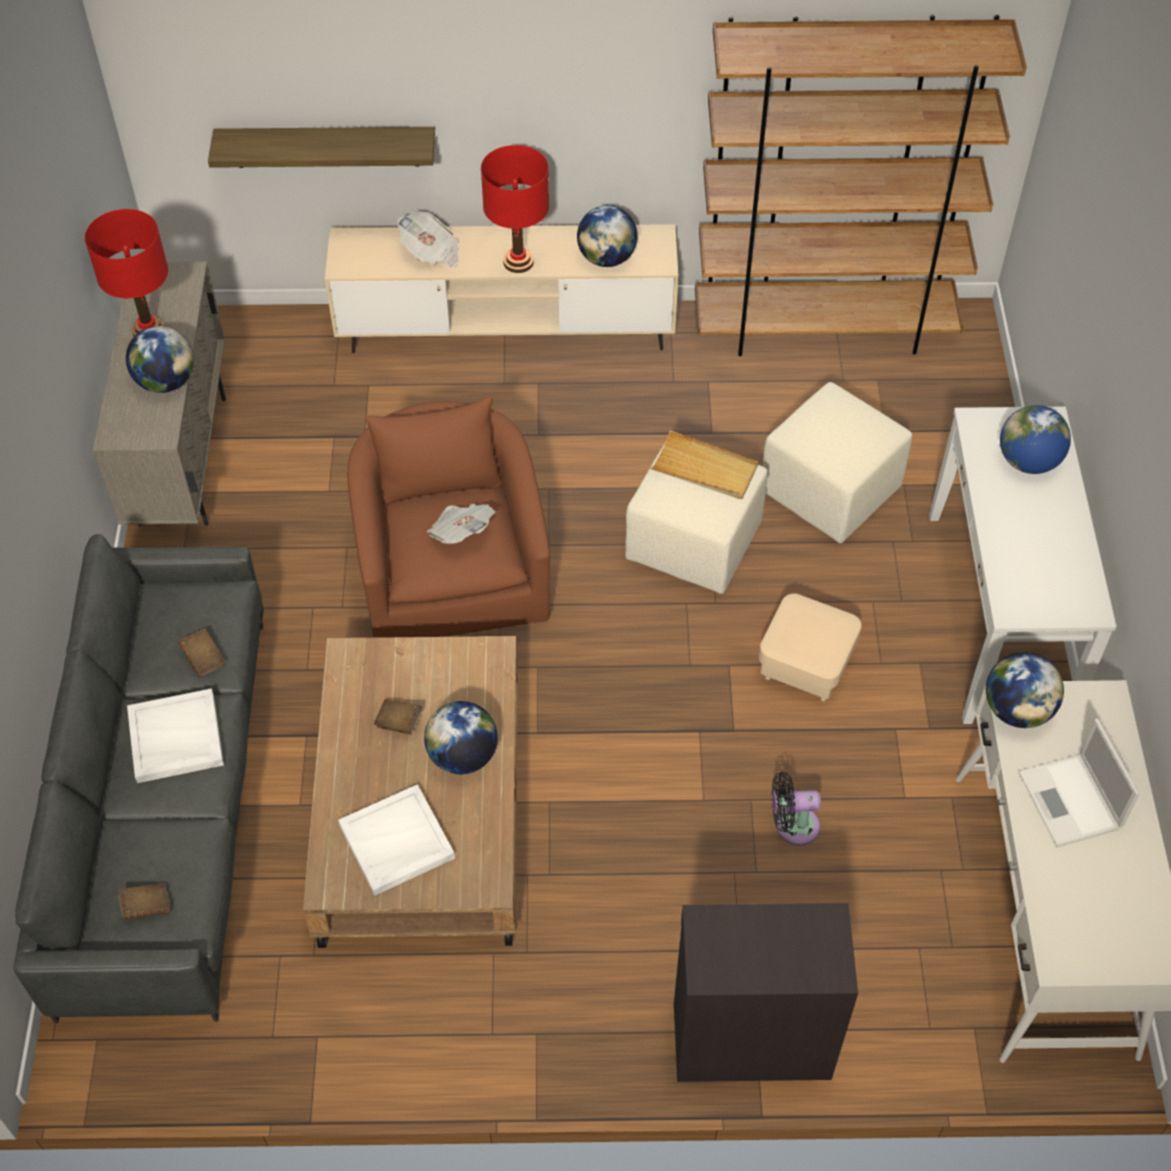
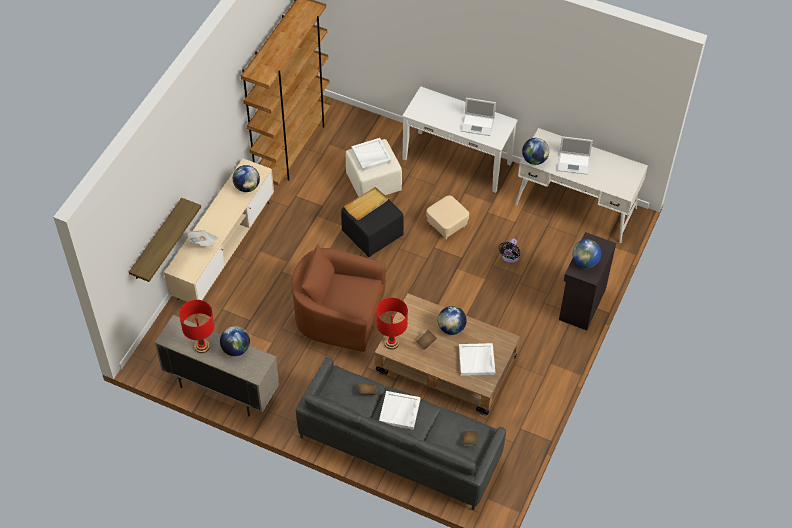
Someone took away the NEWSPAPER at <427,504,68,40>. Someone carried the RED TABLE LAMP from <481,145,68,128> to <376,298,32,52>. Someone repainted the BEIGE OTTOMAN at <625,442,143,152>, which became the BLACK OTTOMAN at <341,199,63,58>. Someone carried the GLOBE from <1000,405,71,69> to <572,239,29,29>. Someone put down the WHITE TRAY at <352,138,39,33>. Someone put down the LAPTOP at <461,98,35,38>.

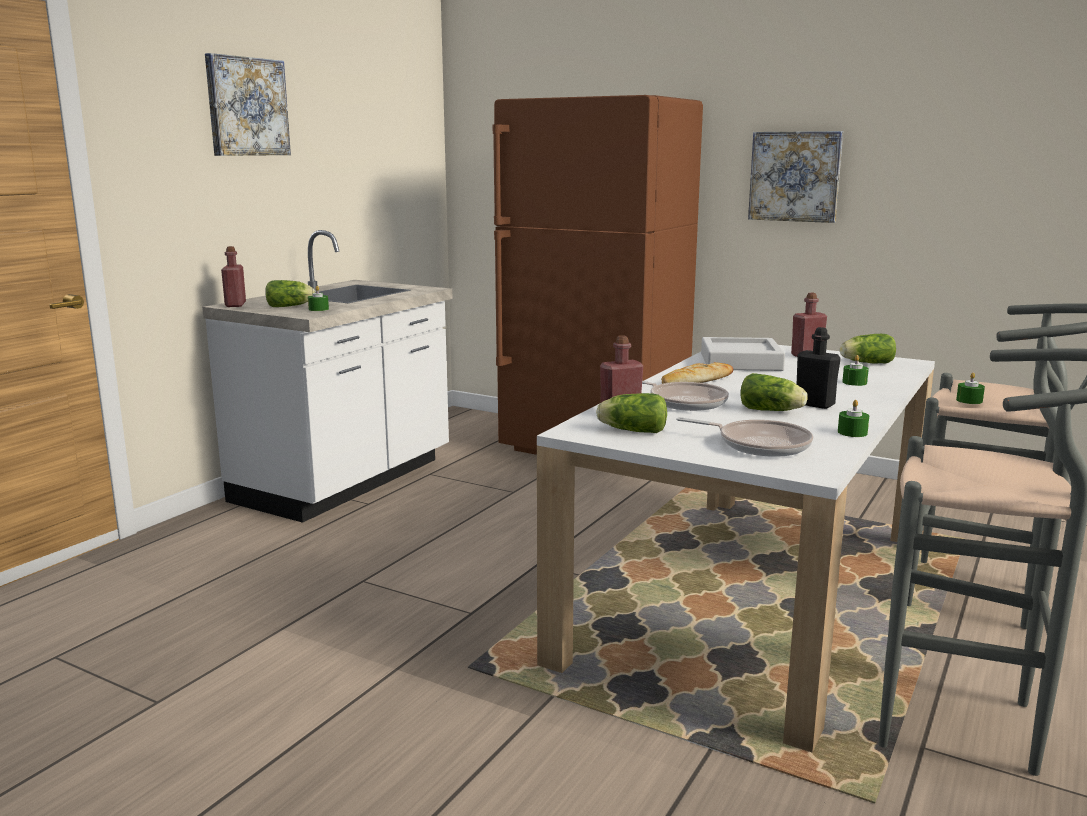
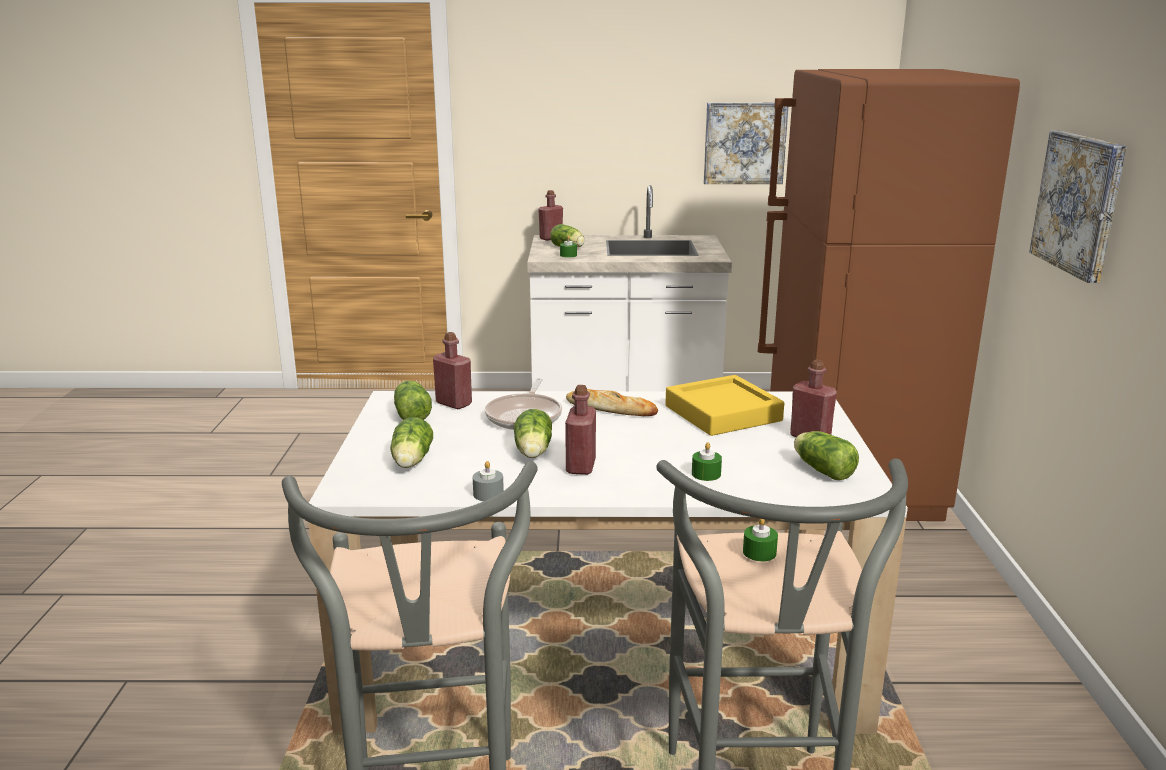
Someone carried the PICTURE from <205,53,86,103> to <704,102,84,82>. Someone swapped the FRYING PAN at <676,417,138,40> for the LETTUCE at <390,417,43,51>. Someone repainted the GREY TRAY at <701,337,84,34>, which became the YELLOW TRAY at <665,375,119,61>. Someone repainted the BLACK BOTTLE at <796,327,45,82>, which became the RED BOTTLE at <565,385,31,90>. Someone repainted the GREEN CANDLE at <838,400,31,37>, which became the GREY CANDLE at <472,461,32,40>.

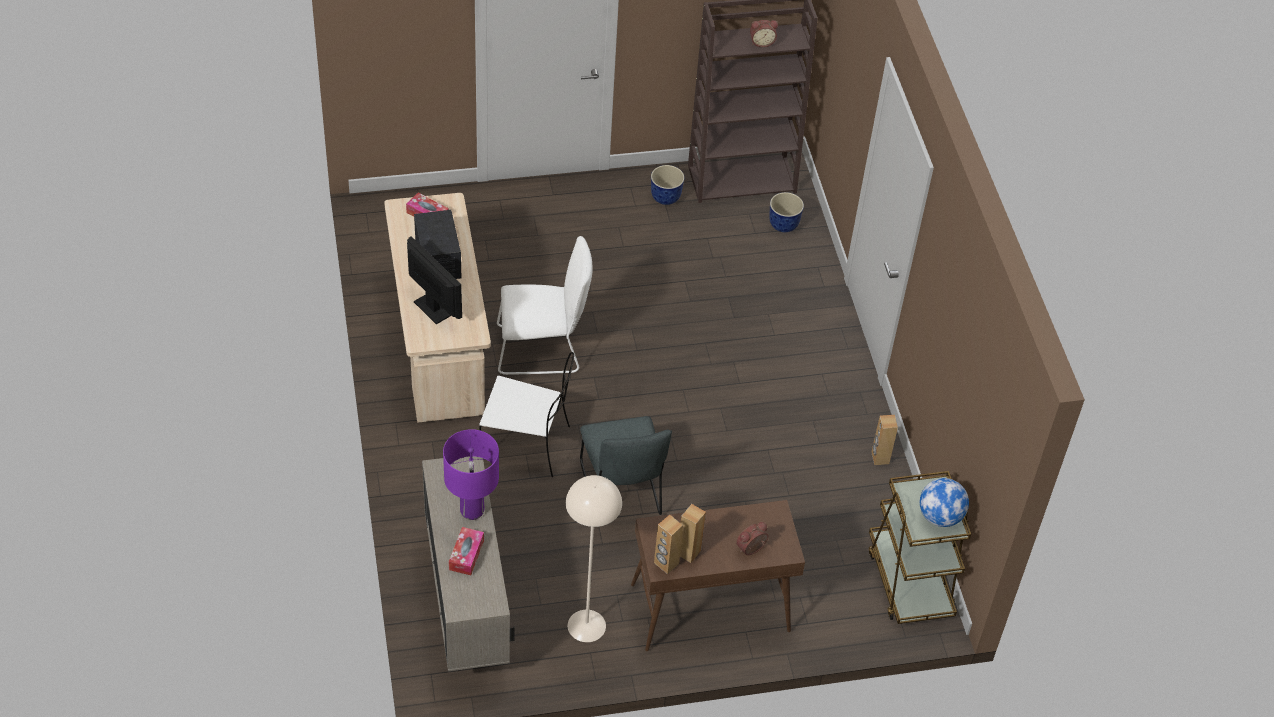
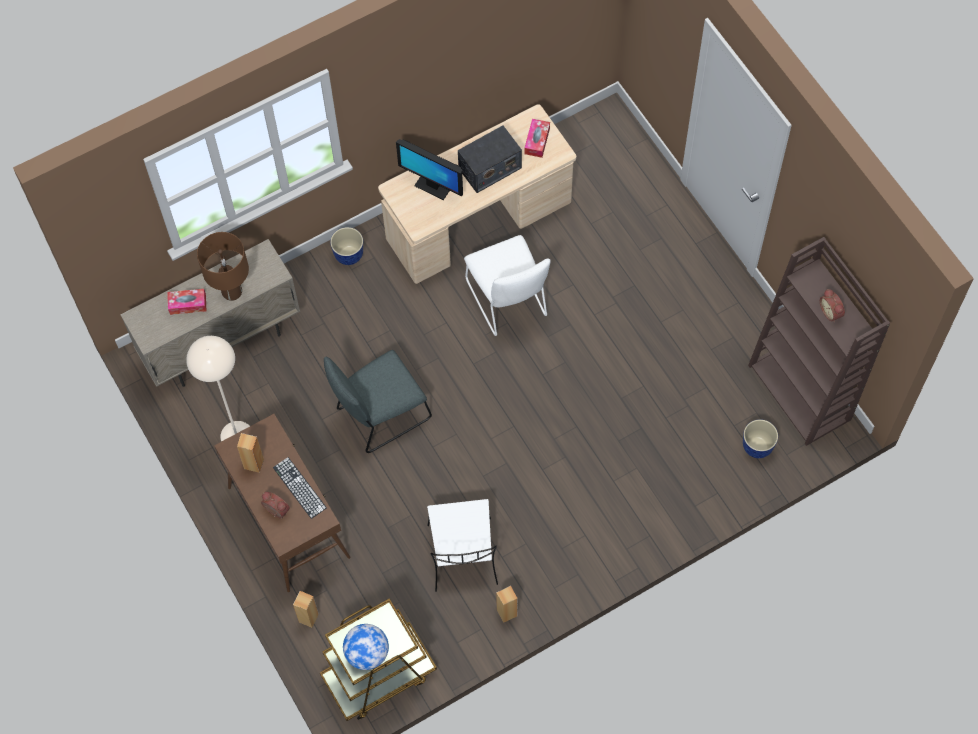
Someone rotated the MONITOR at <407,236,55,88> by 90 degrees clockwise. Someone repainted the PURPLE TABLE LAMP at <443,429,56,91>, which became the BROWN TABLE LAMP at <197,232,52,69>. Someone carried the WHITE CHAIR from <479,352,95,125> to <427,499,71,93>. Someone carried the PLANTER from <651,165,33,40> to <330,227,33,38>. Someone carried the BROWN SPEAKER from <654,515,29,59> to <293,591,26,37>. Someone put down the KEYBOARD at <273,457,54,62>.

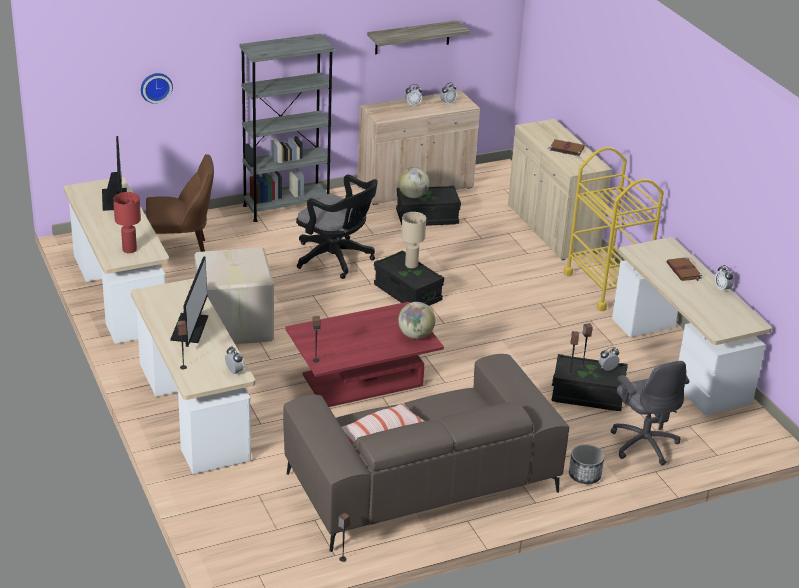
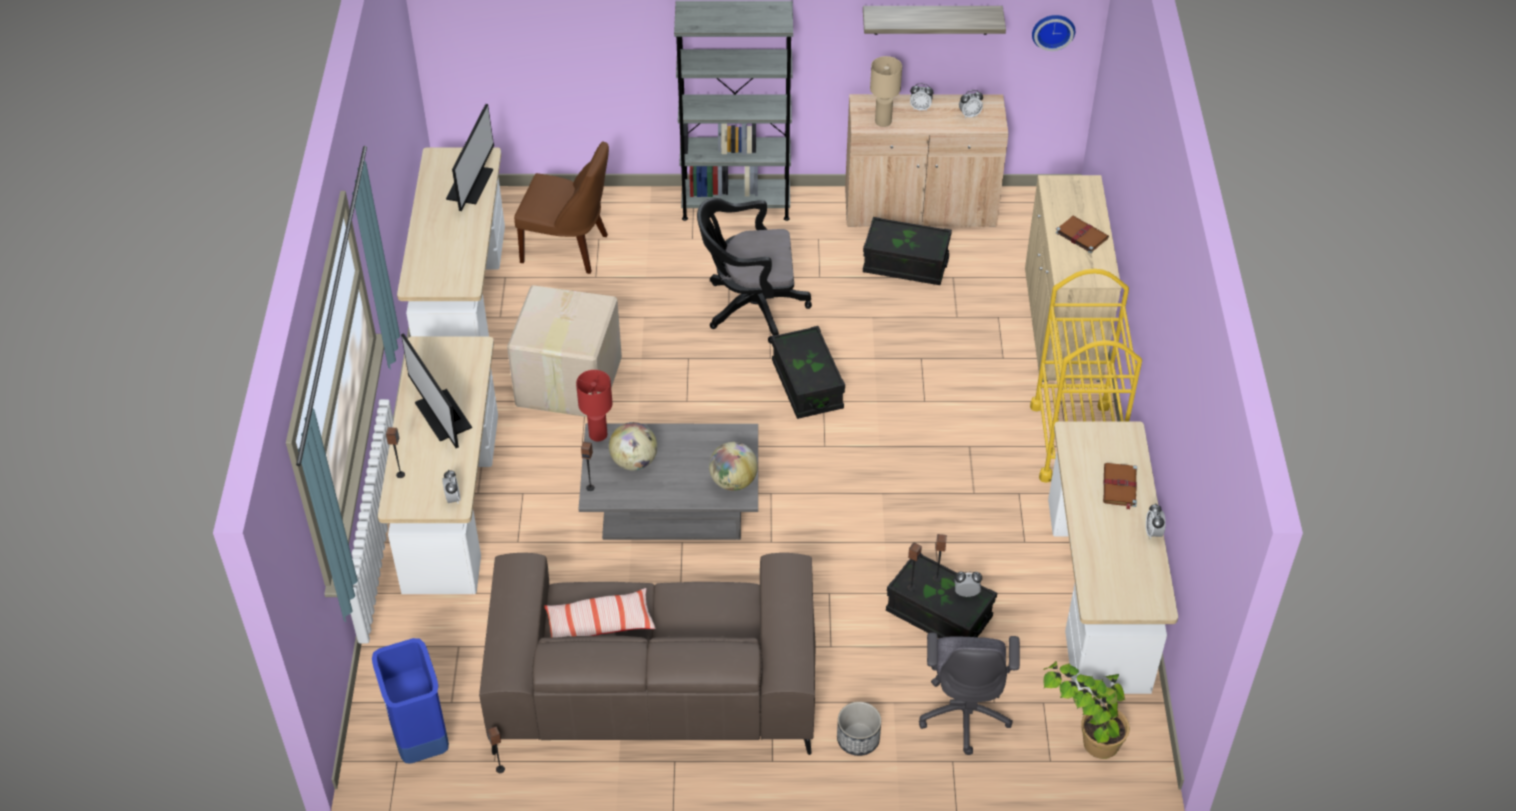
Someone carried the RED TABLE LAMP from <113,192,28,61> to <576,370,36,71>. Someone carried the WALL CLOCK from <141,73,32,31> to <1032,15,43,36>. Someone rotated the MONITOR at <170,256,38,91> by 120 degrees clockwise. Someone repainted the RED COFFEE TABLE at <285,302,159,105>, which became the GREY COFFEE TABLE at <579,424,179,116>. Someone rotated the BLACK OFFICE CHAIR at <296,174,82,105> by 120 degrees clockwise. Someone carried the GLOBE from <398,167,31,31> to <609,422,48,49>. Someone carried the BEIGE TABLE LAMP from <401,212,25,56> to <870,56,32,71>. Someone put down the BLUE TRASH CAN at <372,638,77,125>. Someone put down the POTTED PLANT at <1043,661,87,98>.

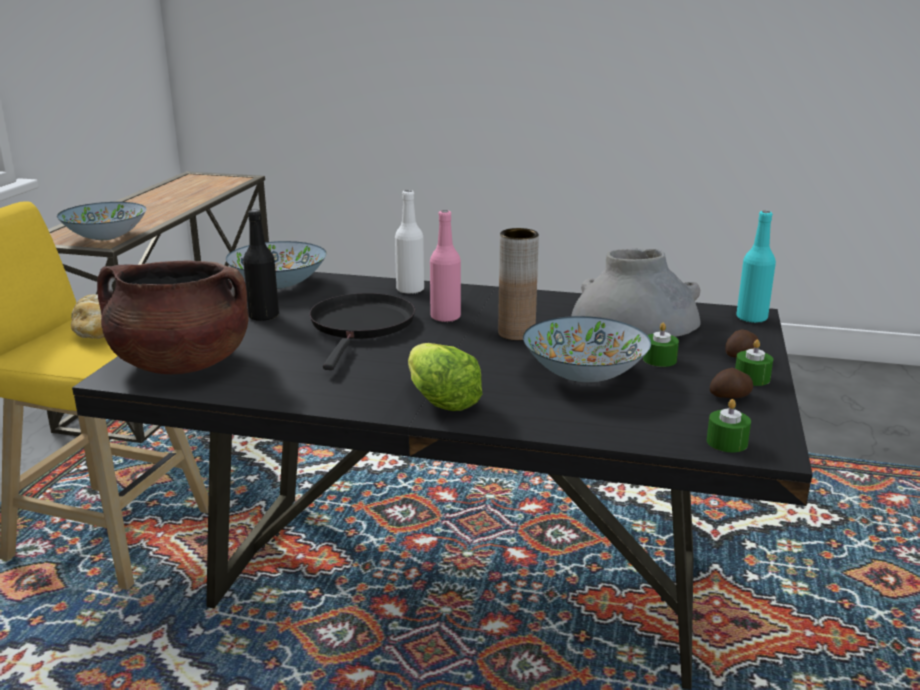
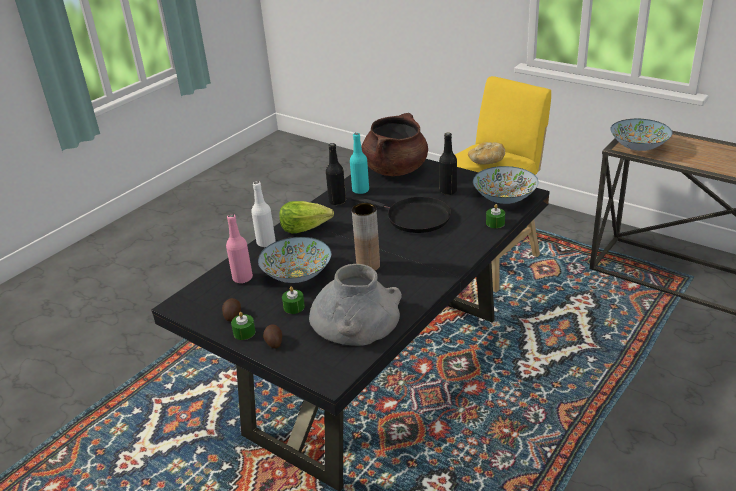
Someone carried the WHITE BOTTLE from <395,190,29,104> to <251,181,24,66>. Someone carried the PINK BOTTLE from <430,210,31,112> to <226,214,27,69>. Someone carried the GREEN CANDLE from <707,399,44,53> to <486,204,19,24>. Someone carried the TURQUOISE BOTTLE from <736,211,40,112> to <350,133,19,61>. Someone put down the BLACK BOTTLE at <326,143,20,62>.

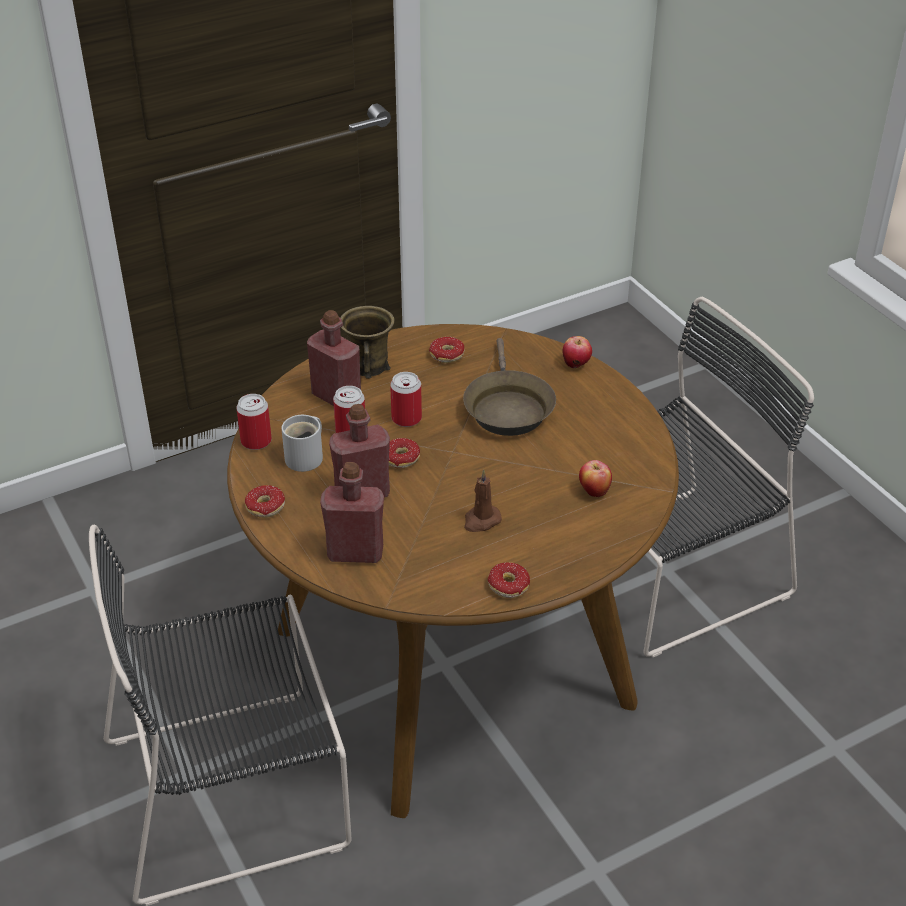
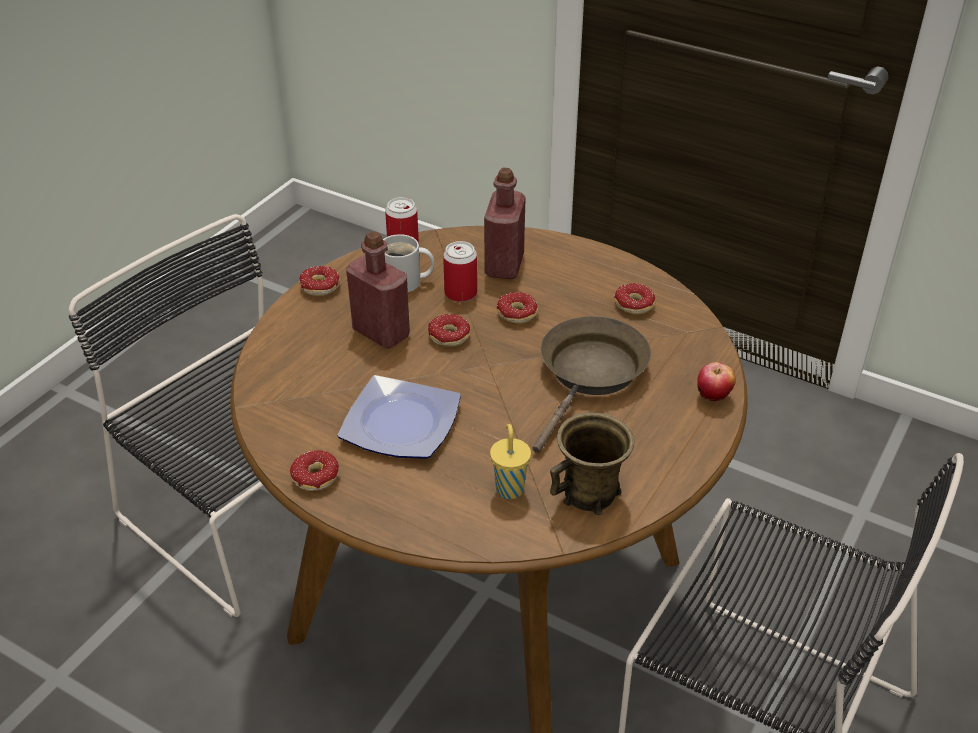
Someone took away the RED BOTTLE at <320,462,64,101>. Someone carried the BROWN MUG from <340,306,55,73> to <550,412,84,103>. Someone swapped the CAN at <390,372,32,55> for the DONUT at <497,292,41,32>. Someone rotated the BROWN FRYING PAN at <463,338,93,98> by 150 degrees clockwise. Someone swapped the BROWN CANDLE at <464,469,38,63> for the PLATE at <338,375,123,84>. Someone swapped the APPLE at <579,460,33,37> for the YELLOW CUP at <490,424,41,75>.

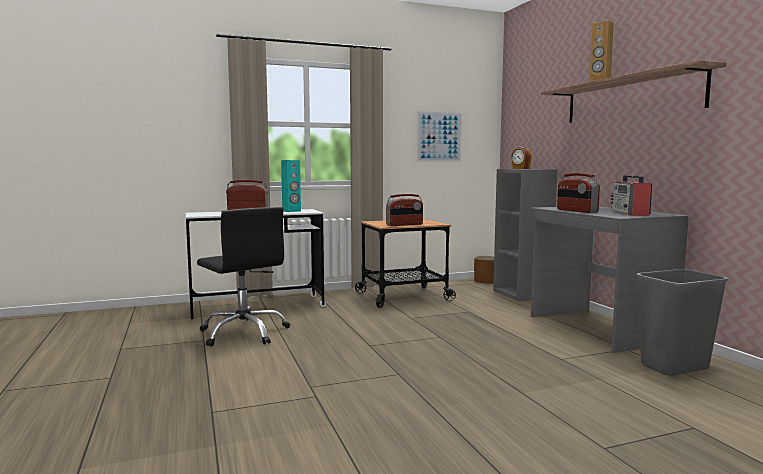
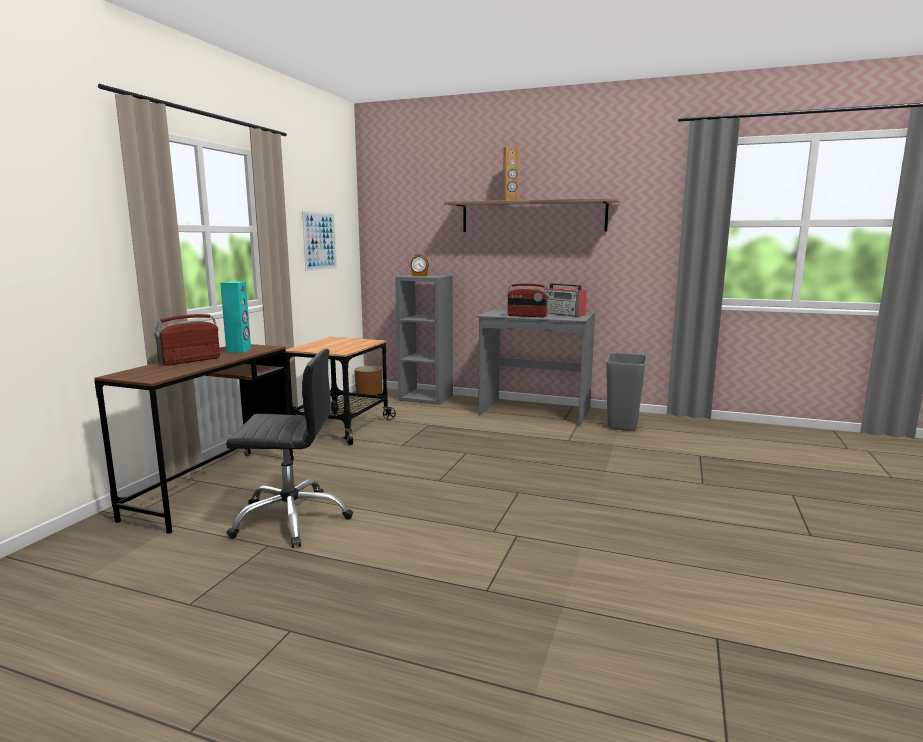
Someone repainted the WHITE DESK at <186,209,140,110>, which became the BROWN DESK at <94,344,200,190>. Someone took away the RADIO at <386,194,37,32>.

